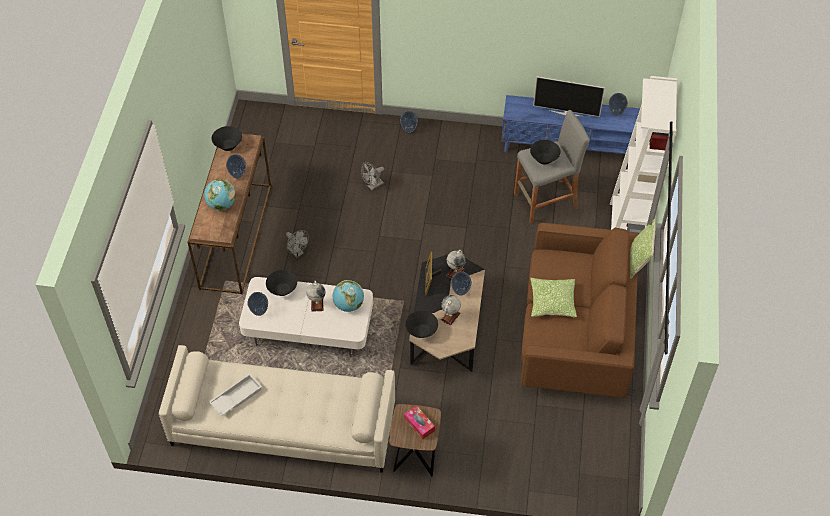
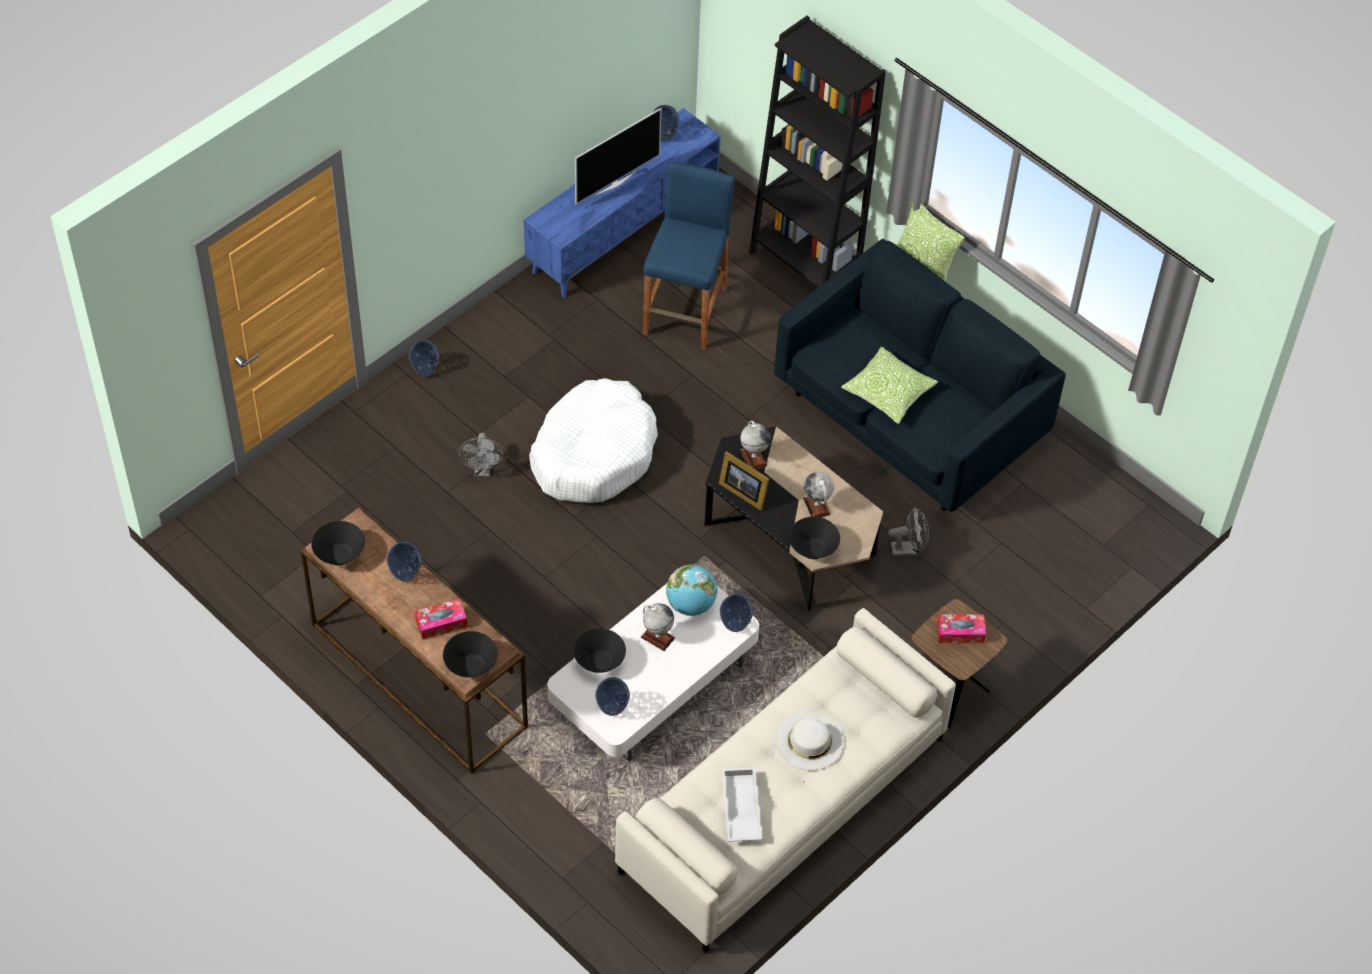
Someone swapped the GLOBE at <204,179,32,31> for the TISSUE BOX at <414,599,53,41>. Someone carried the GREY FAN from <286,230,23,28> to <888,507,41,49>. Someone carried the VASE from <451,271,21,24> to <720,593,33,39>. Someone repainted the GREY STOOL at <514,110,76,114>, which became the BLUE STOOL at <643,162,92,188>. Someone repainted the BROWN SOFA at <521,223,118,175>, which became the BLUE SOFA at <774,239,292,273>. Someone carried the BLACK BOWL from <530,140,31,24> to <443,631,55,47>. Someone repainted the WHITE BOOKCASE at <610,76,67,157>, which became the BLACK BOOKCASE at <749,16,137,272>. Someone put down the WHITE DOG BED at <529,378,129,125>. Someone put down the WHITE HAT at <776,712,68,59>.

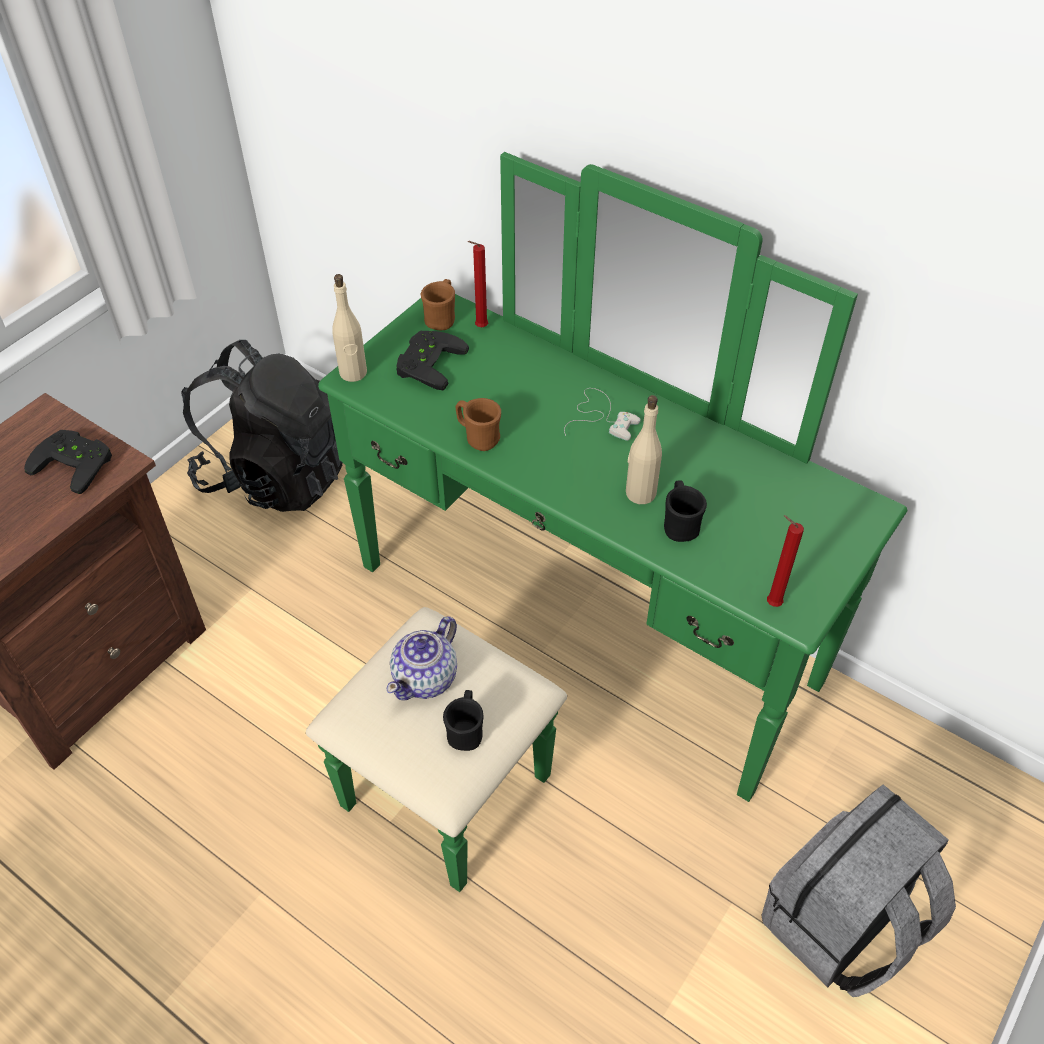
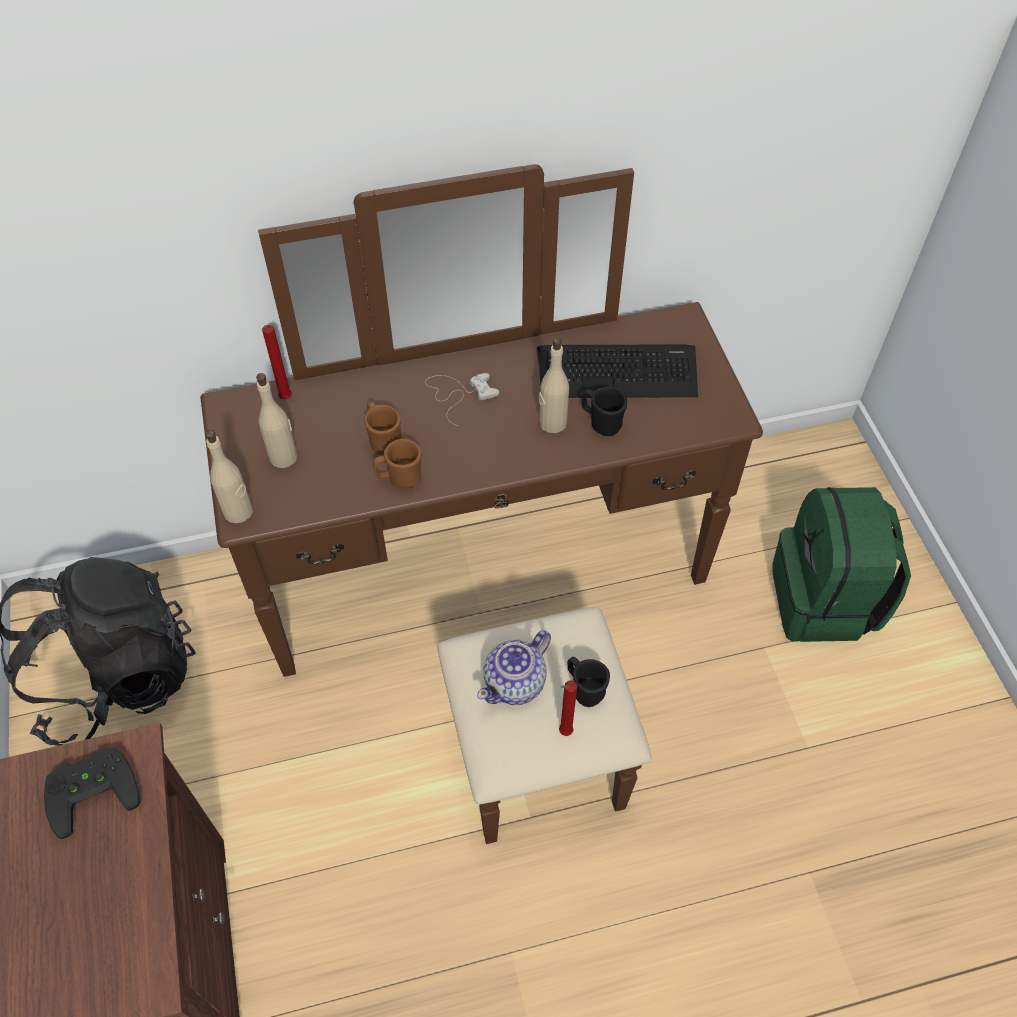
Someone repainted the GREEN DRESSER at <306,152,601,740>, which became the BROWN DRESSER at <200,164,563,680>. Someone rotated the TEAPOT at <387,617,70,84> by 60 degrees clockwise. Someone swapped the BLACK GAME CONTROLLER at <396,331,73,59> for the BEIGE BOTTLE at <256,373,41,95>. Someone carried the BROWN MUG from <421,279,34,51> to <364,402,38,53>. Someone repainted the GREY BACKPACK at <761,784,195,213>, which became the GREEN BACKPACK at <772,487,139,155>. Someone carried the RED CANDLE from <767,515,37,92> to <559,680,18,56>. Someone put down the KEYBOARD at <537,345,161,53>.

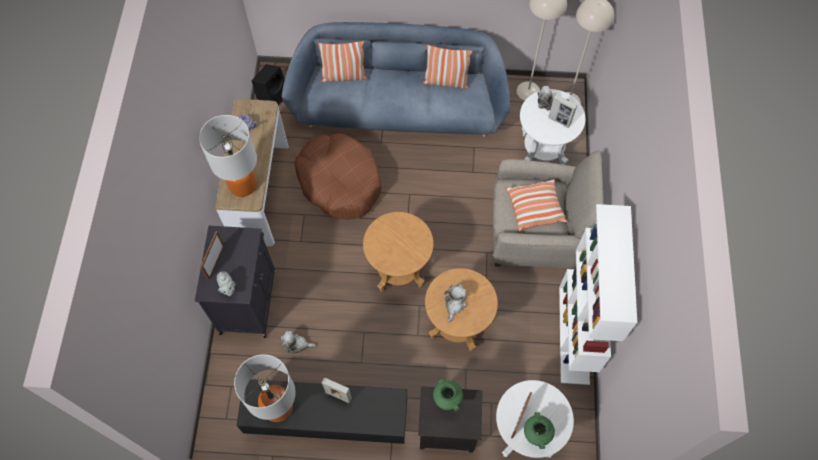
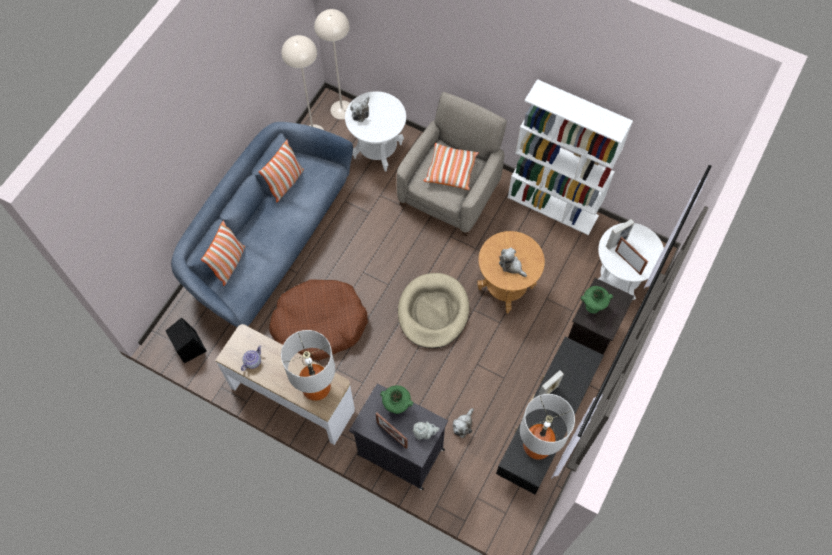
Someone swapped the BROWN SIDE TABLE at <363,212,70,80> for the BEIGE DOG BED at <398,273,71,75>. Someone carried the GREEN VASE from <524,412,31,37> to <380,385,34,29>. Someone carried the PICTURE FRAME from <548,94,29,34> to <606,219,28,31>.

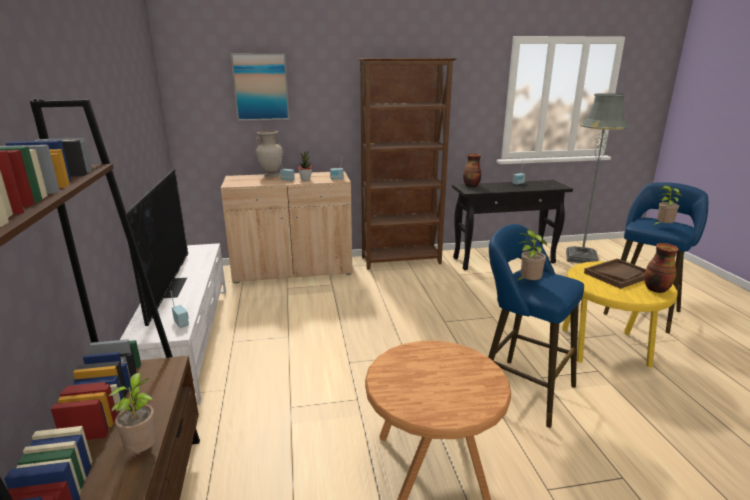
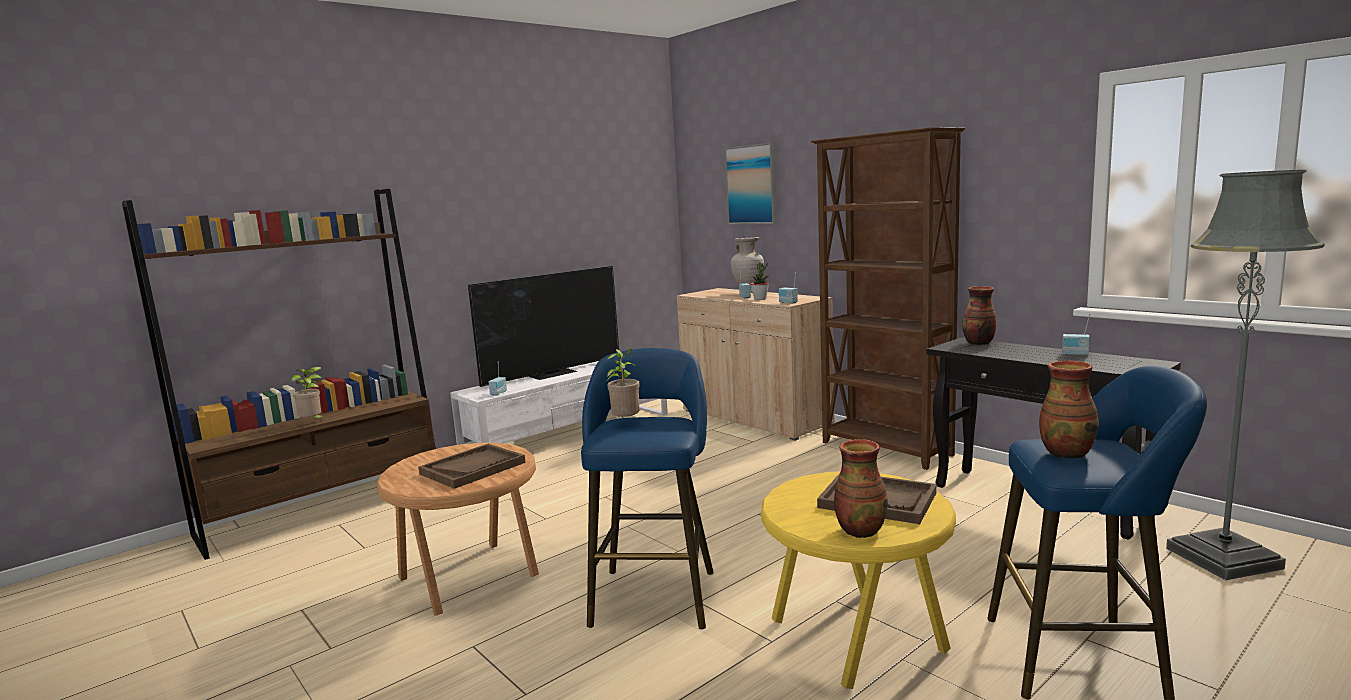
Someone swapped the POTTED PLANT at <652,186,30,40> for the VASE at <1039,361,60,98>. Someone put down the BROWN TRAY at <418,444,107,45>.

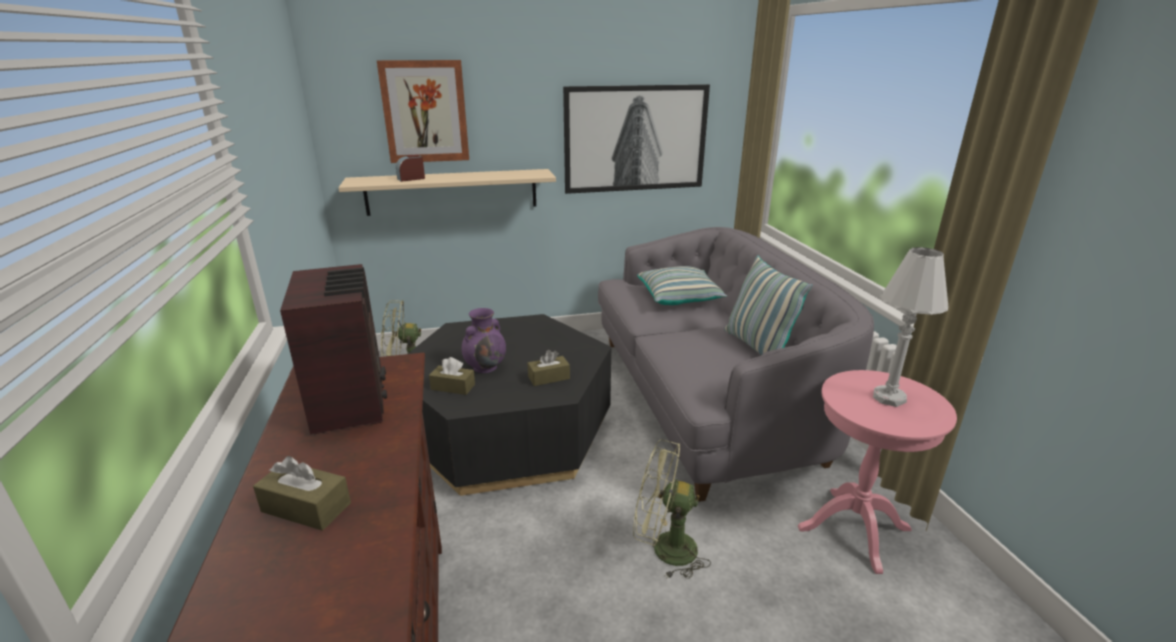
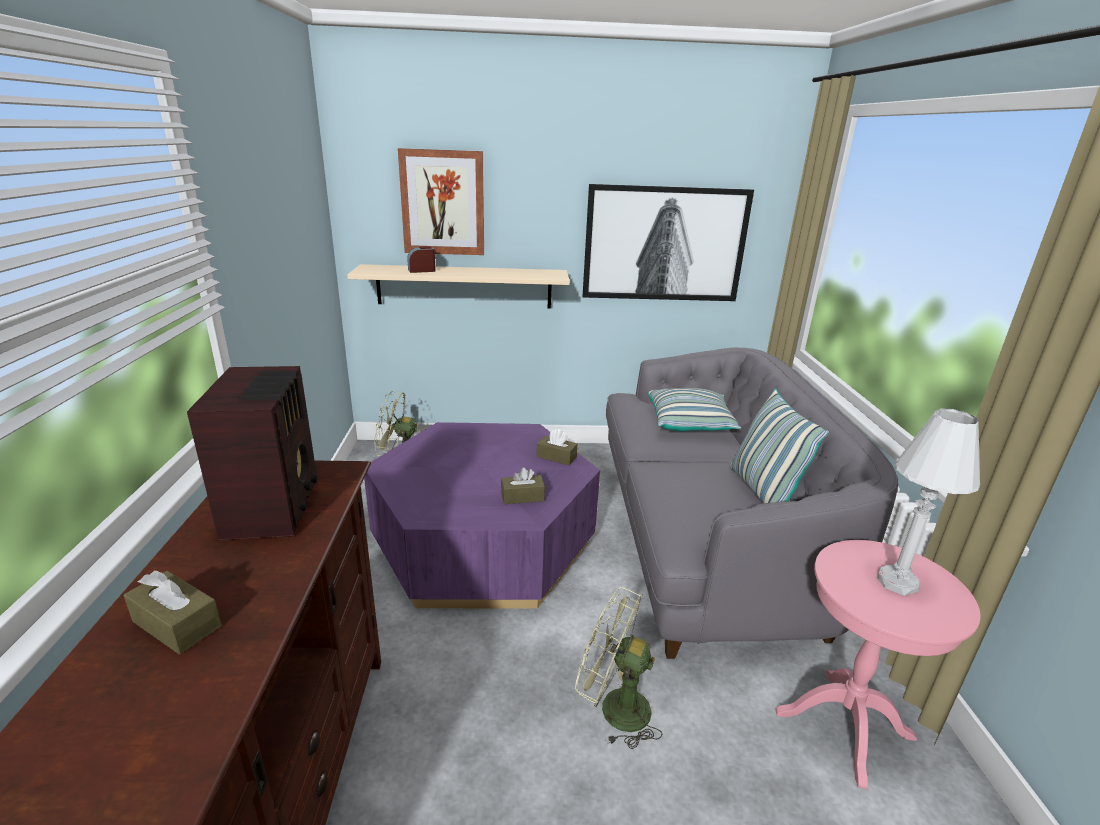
Someone repainted the BLACK COFFEE TABLE at <408,314,203,182>, which became the PURPLE COFFEE TABLE at <364,422,236,187>. Someone carried the BROWN TISSUE BOX from <429,357,46,38> to <537,429,41,36>. Someone took away the PURPLE VASE at <462,308,44,65>.

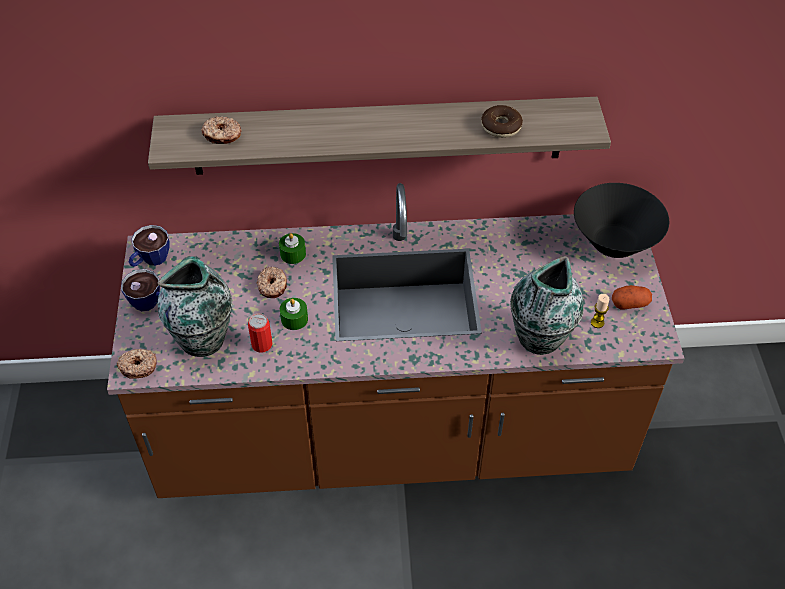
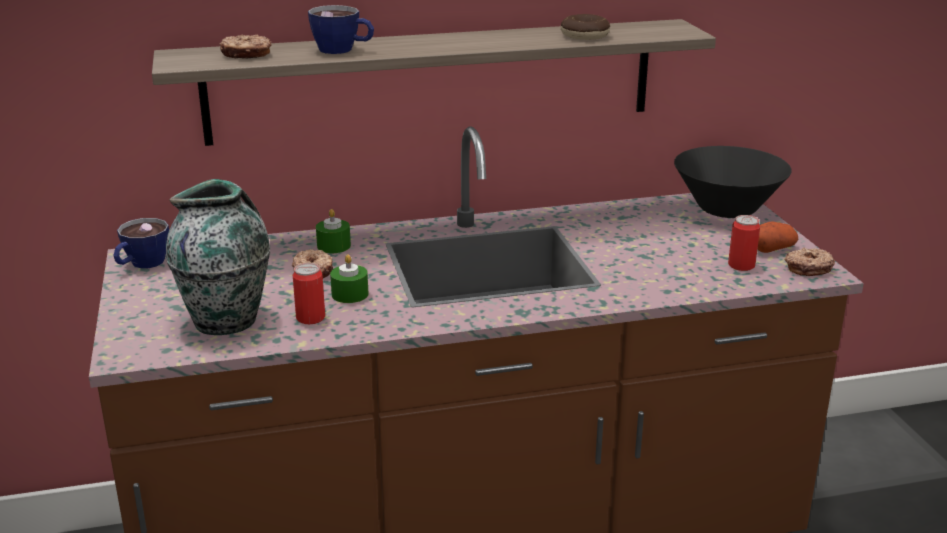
Someone carried the DONUT from <117,349,40,30> to <785,248,50,28>. Someone carried the CUP from <121,269,39,42> to <308,5,66,49>. Someone took away the VASE at <510,256,74,99>. Someone swapped the CANDLE at <591,294,18,34> for the CAN at <728,215,32,56>.

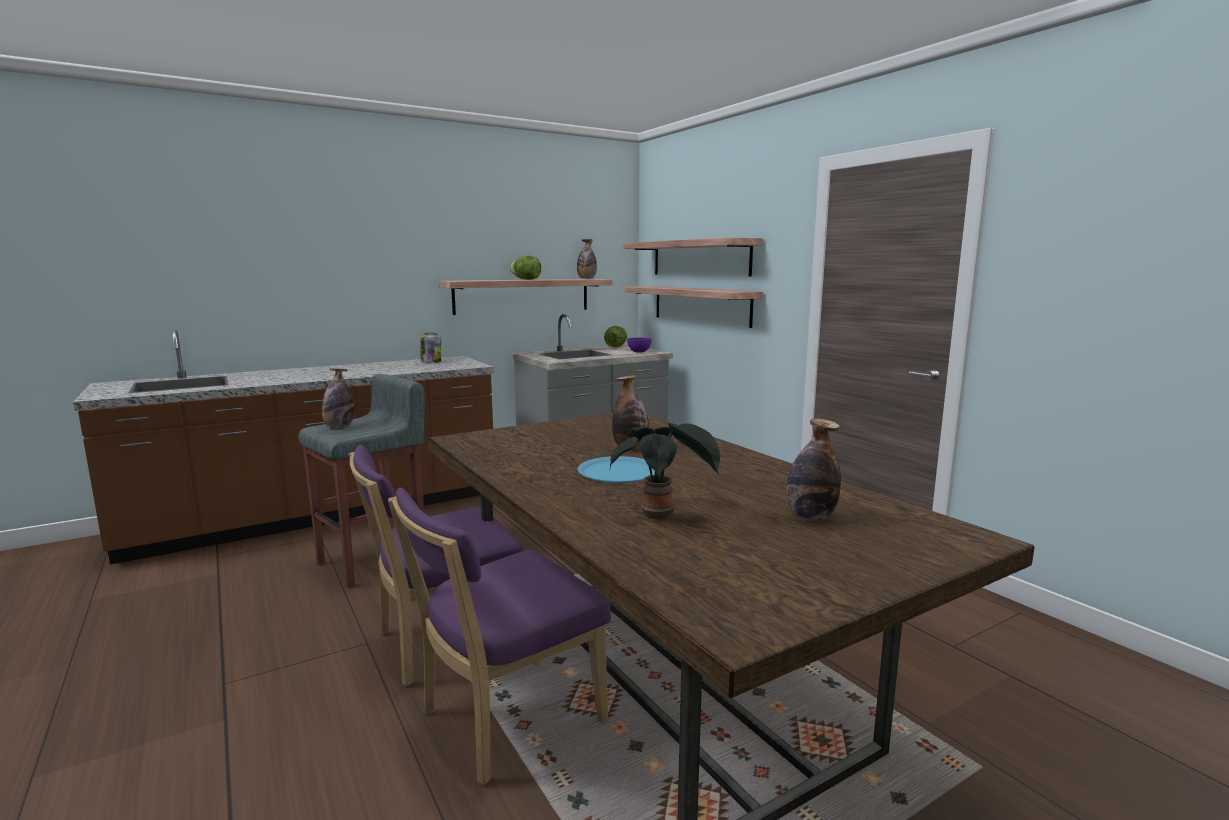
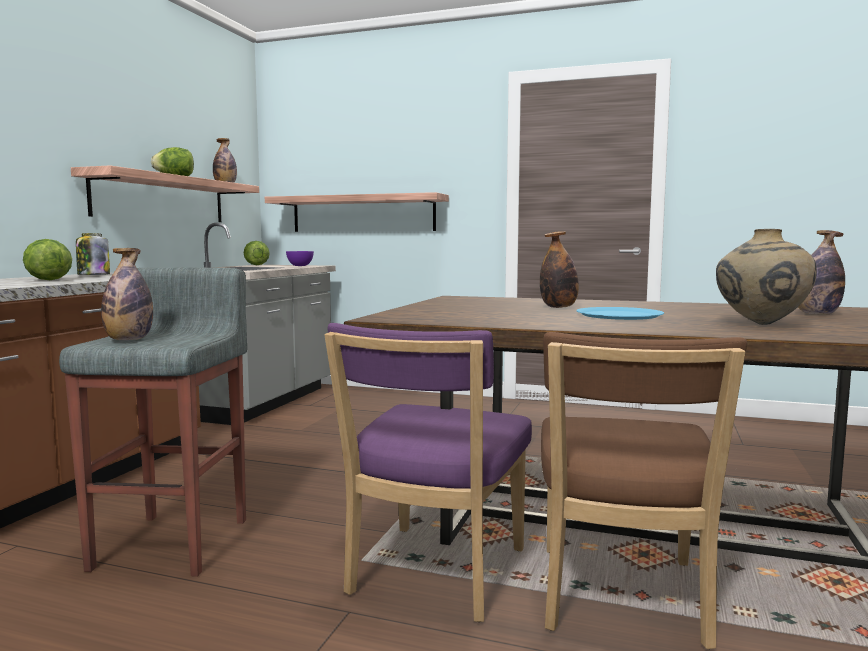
Someone repainted the PURPLE CHAIR at <388,488,223,297>, which became the BROWN CHAIR at <541,332,206,317>. Someone swapped the POTTED PLANT at <610,423,110,97> for the BEIGE VASE at <716,229,101,96>. Someone took away the SHELF at <623,237,140,39>. Someone put down the LETTUCE at <23,239,49,41>.

